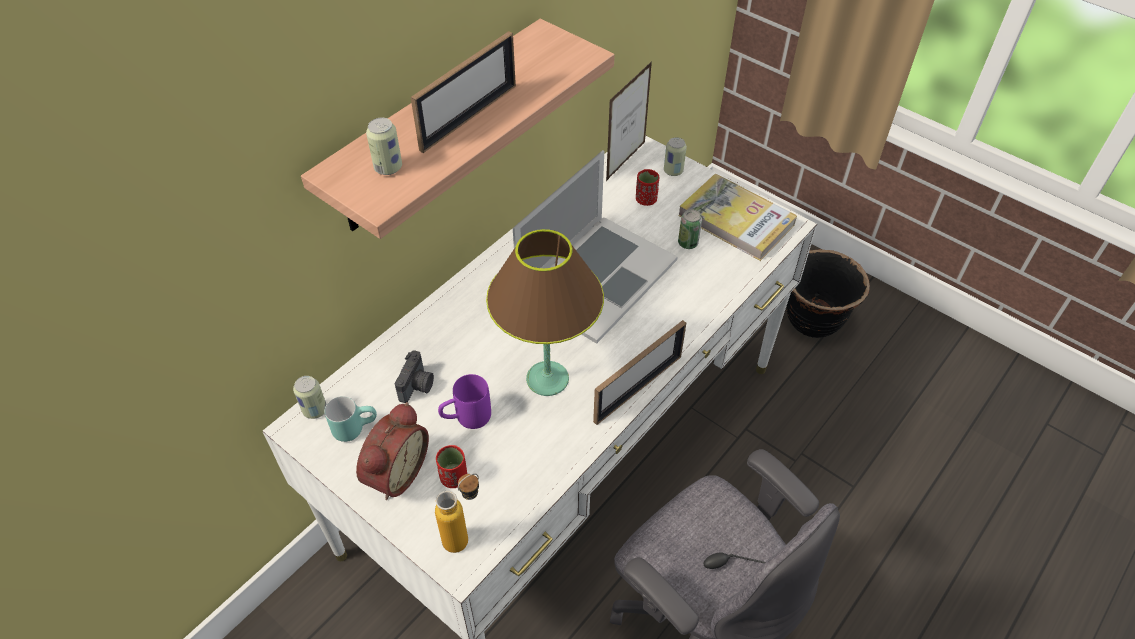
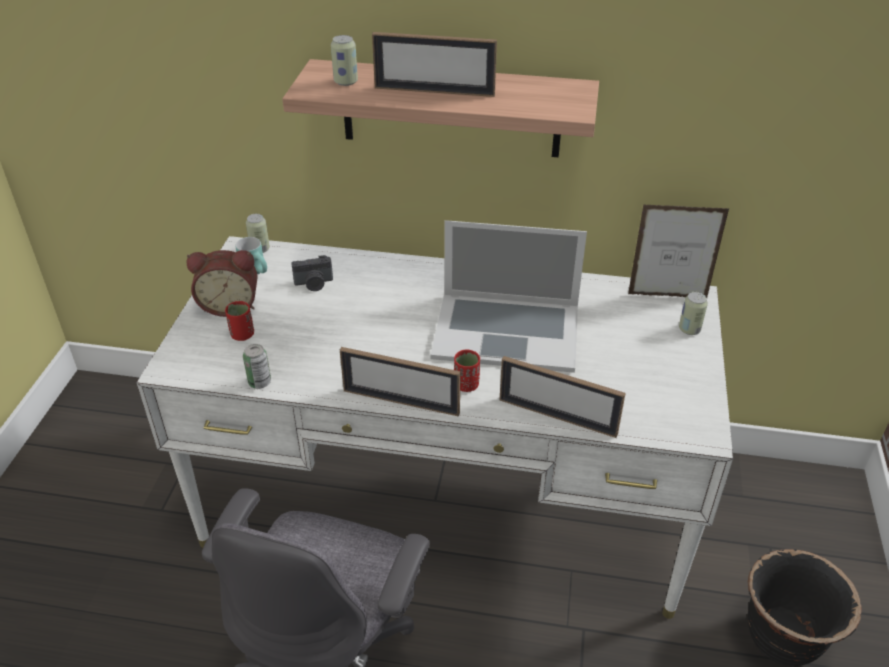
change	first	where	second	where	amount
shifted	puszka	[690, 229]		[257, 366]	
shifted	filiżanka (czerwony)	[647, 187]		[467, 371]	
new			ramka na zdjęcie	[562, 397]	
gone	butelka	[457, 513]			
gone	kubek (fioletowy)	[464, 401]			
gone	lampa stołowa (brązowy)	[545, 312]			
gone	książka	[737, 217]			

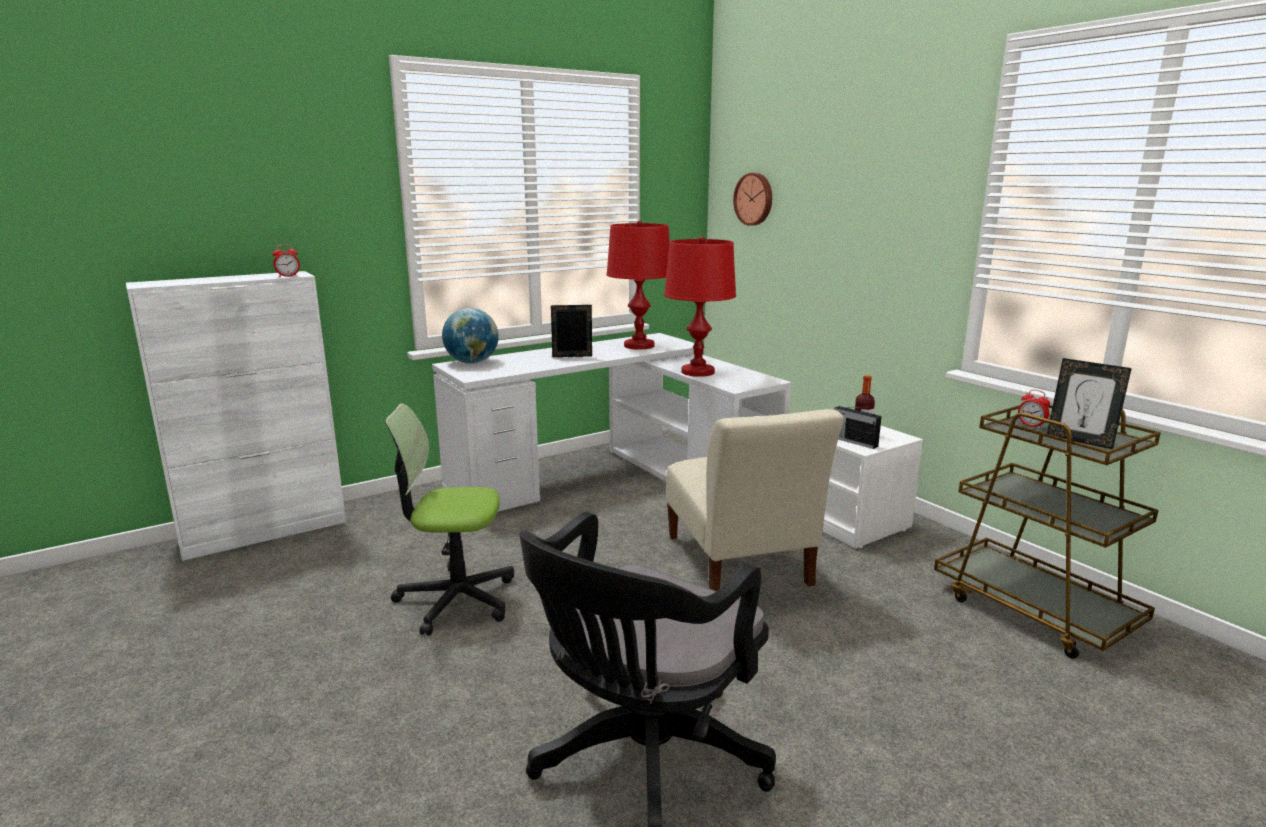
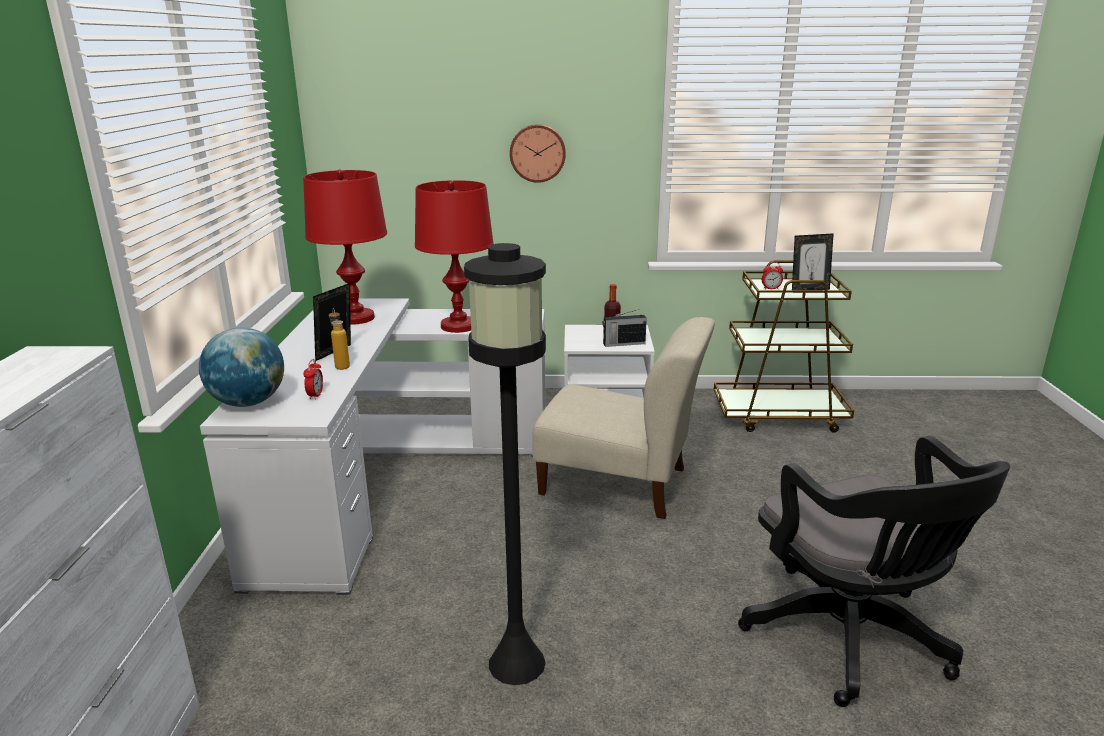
change	first	where	second	where	amount
shifted	budzik	[286, 260]		[313, 379]	
new			butelka	[339, 339]	
swapped	krzesło biurowe	[449, 519]	lampa stojąca (czarny)	[505, 464]	
shifted	zegar ścienny	[752, 199]		[538, 153]	

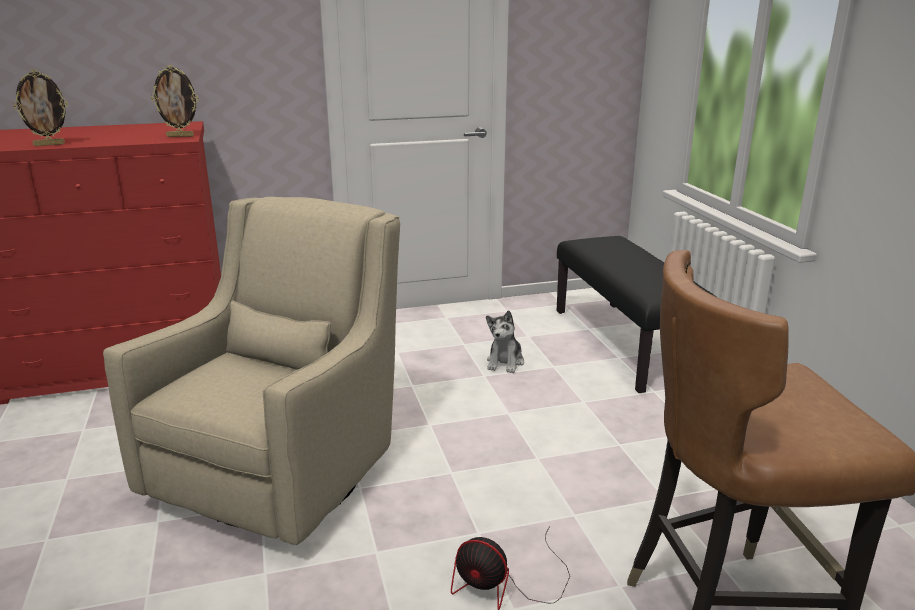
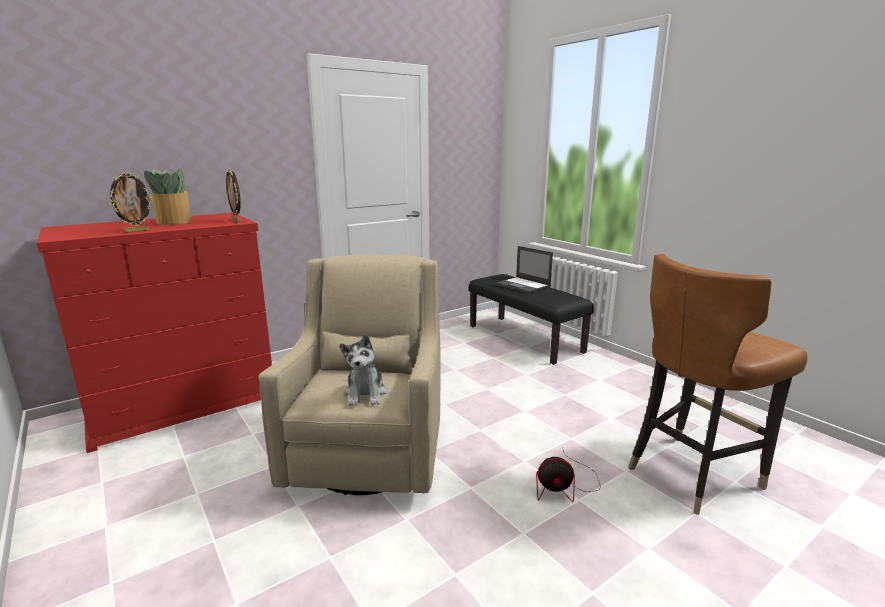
change	first	where	second	where	amount
new			roślina doniczkowa	[167, 196]	
rotated	ramka na zdjęcie	[174, 101]		[233, 195]	75 degrees clockwise
shifted	pluszak	[505, 341]		[363, 370]	
new			laptop	[524, 270]	

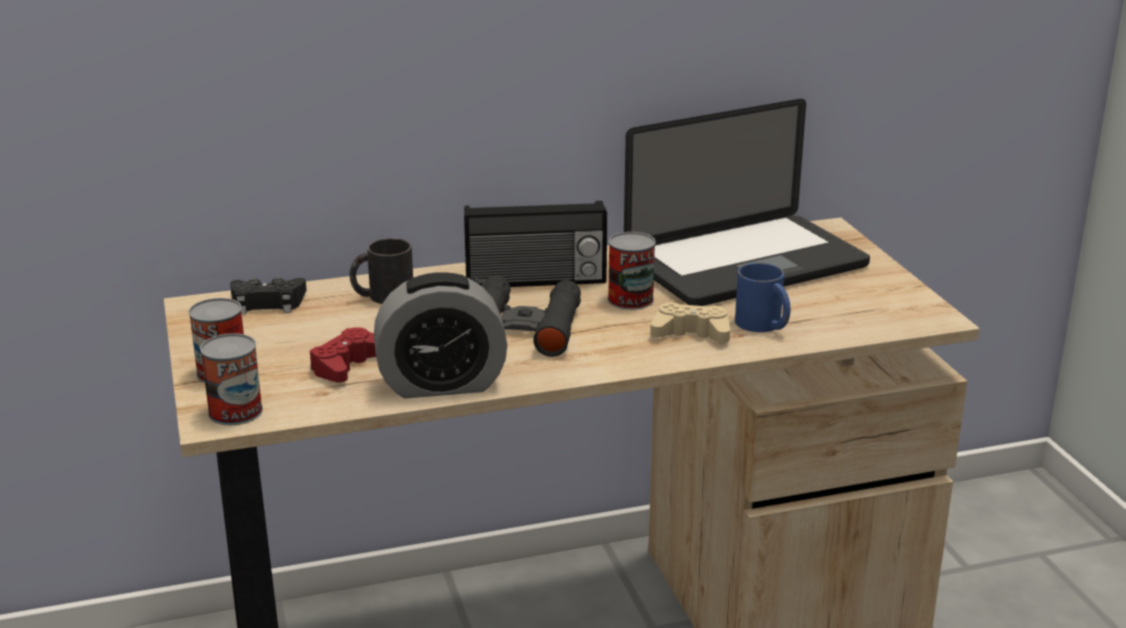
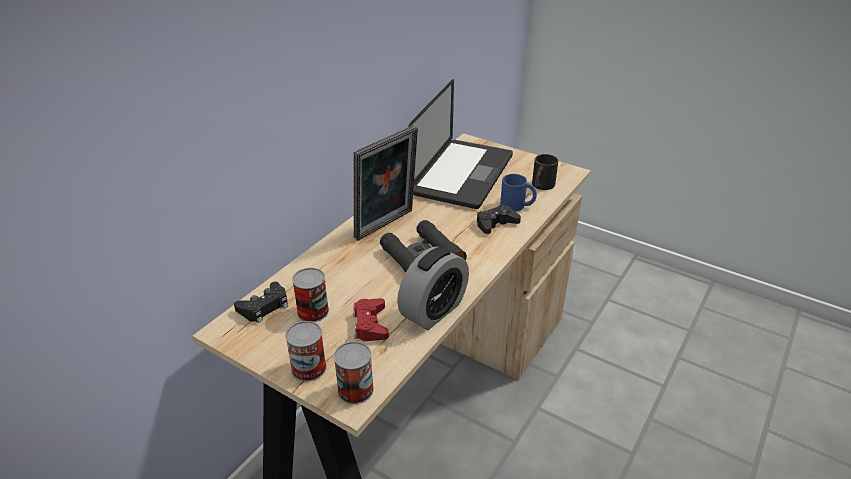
change	first	where	second	where	amount
shifted	puszka	[632, 271]		[310, 295]	
swapped	radio	[535, 244]	ramka na zdjęcie	[385, 183]	
repainted	pad do gier (beżowy)	[690, 322]	pad do gier (czarny)	[499, 219]	
shifted	kubek (czarny)	[381, 271]		[545, 172]	

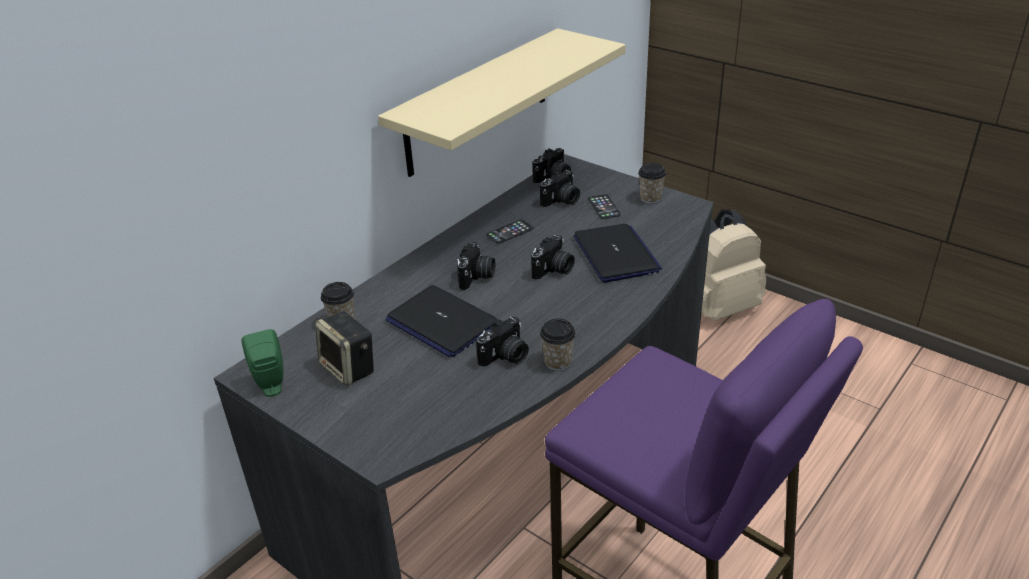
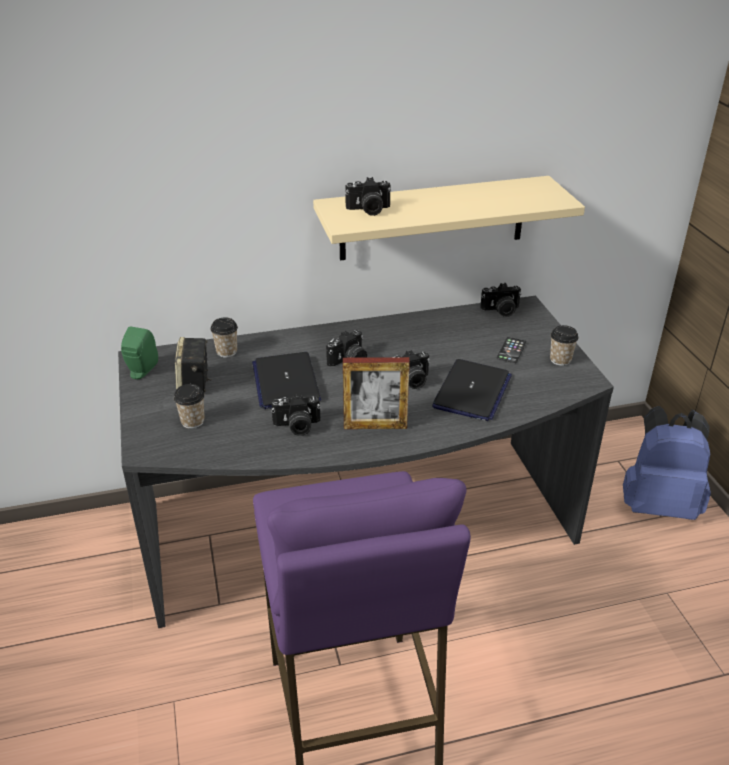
change	first	where	second	where	amount
shifted	filiżanka	[558, 344]		[189, 406]	
new			ramka na zdjęcie	[376, 393]	
shifted	aparat fotograficzny	[560, 188]		[368, 196]	
repainted	plecak (beżowy)	[733, 265]	plecak (niebieski)	[667, 463]	
gone	telefon	[510, 232]			

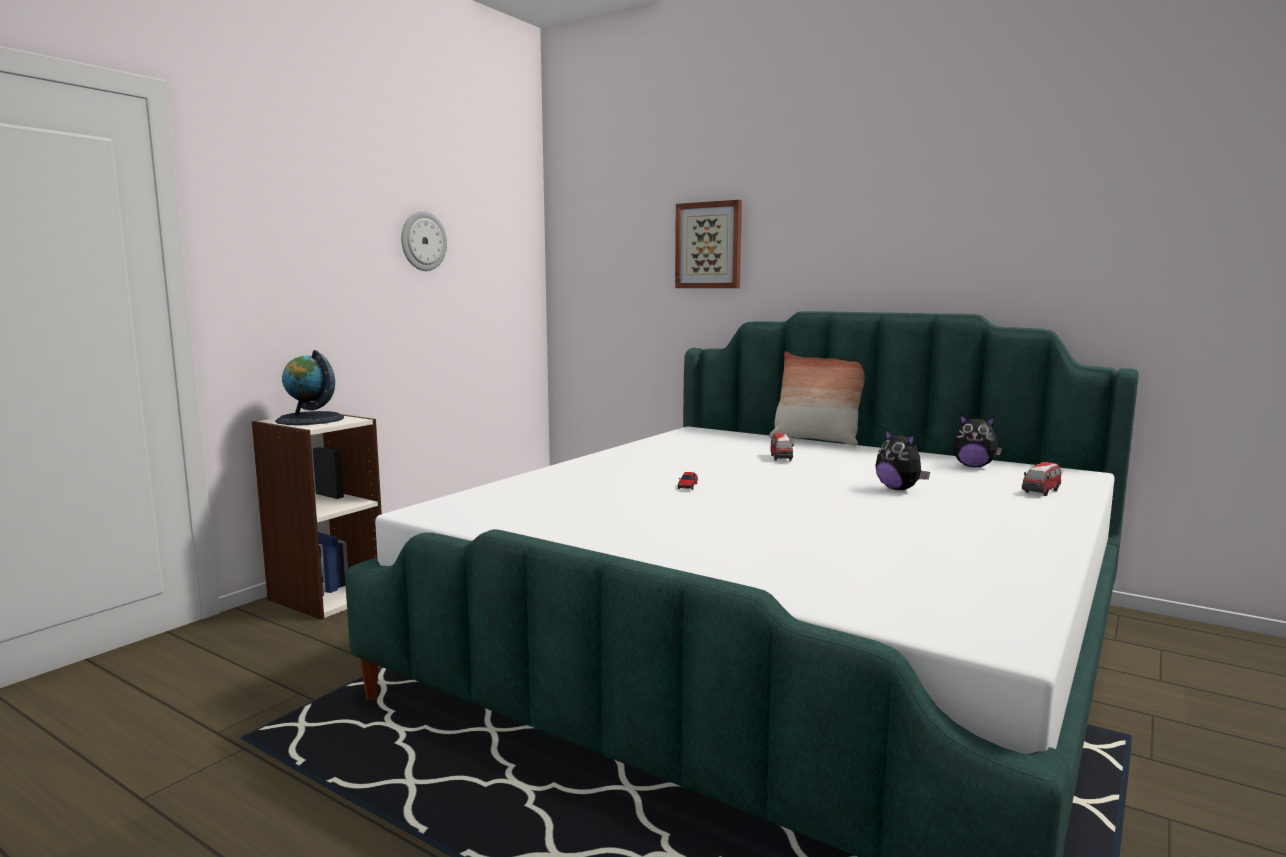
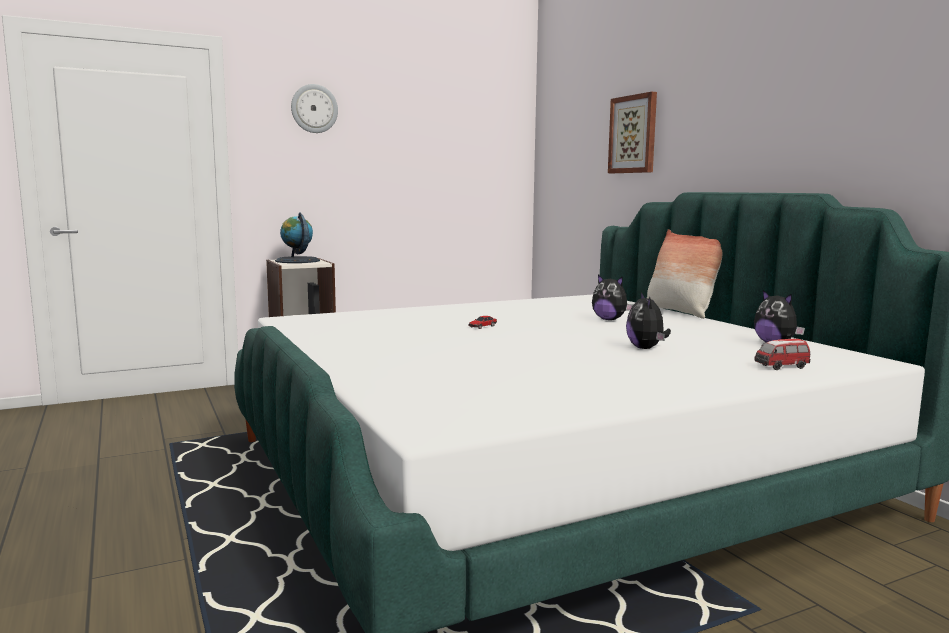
change	first	where	second	where	amount
shifted	zegar ścienny	[424, 241]		[314, 108]	
swapped	samochodzik	[782, 447]	pluszak	[612, 297]	

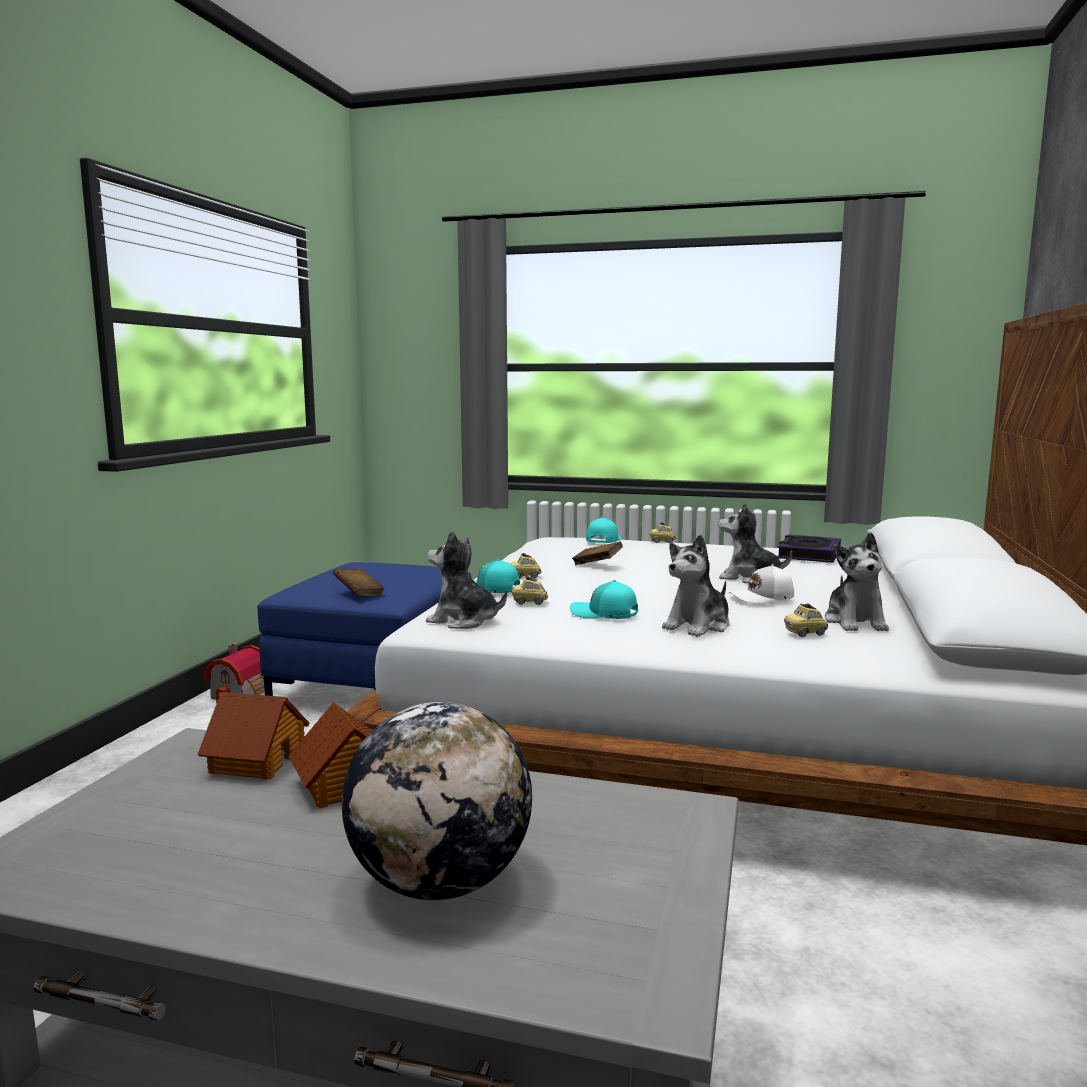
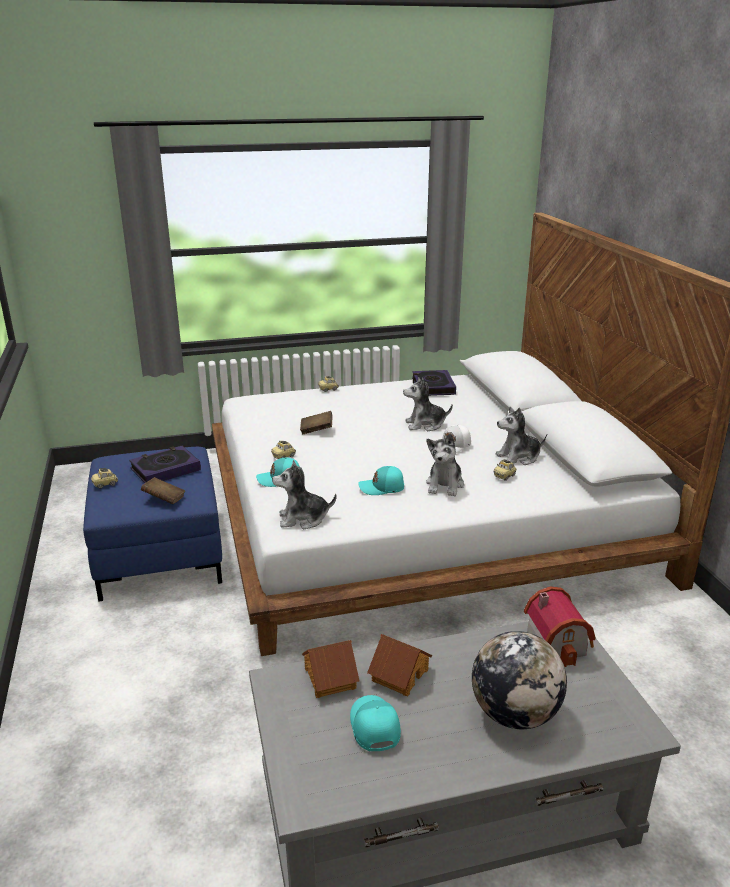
change	first	where	second	where	amount
shifted	samochodzik	[529, 590]		[104, 478]	
new			książka	[165, 464]	
shifted	czapka z daszkiem (turkusowy)	[603, 530]		[375, 723]	
rotated	pluszak	[856, 581]		[521, 435]	105 degrees clockwise
shifted	domek	[234, 673]		[560, 626]	

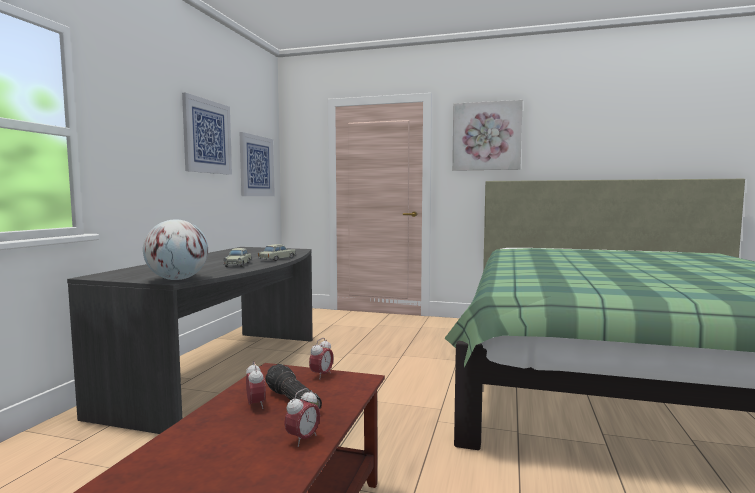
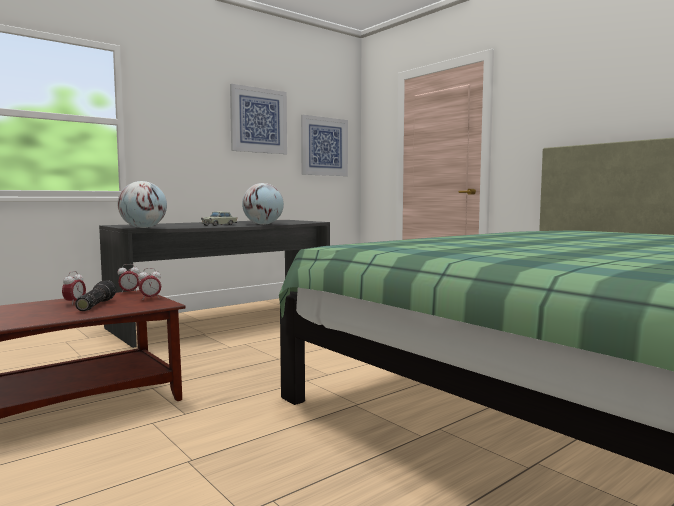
change	first	where	second	where	amount
shifted	budzik	[302, 417]		[128, 279]	
swapped	samochodzik (beżowy)	[277, 252]	globus	[263, 204]	
gone	obraz	[487, 135]			

